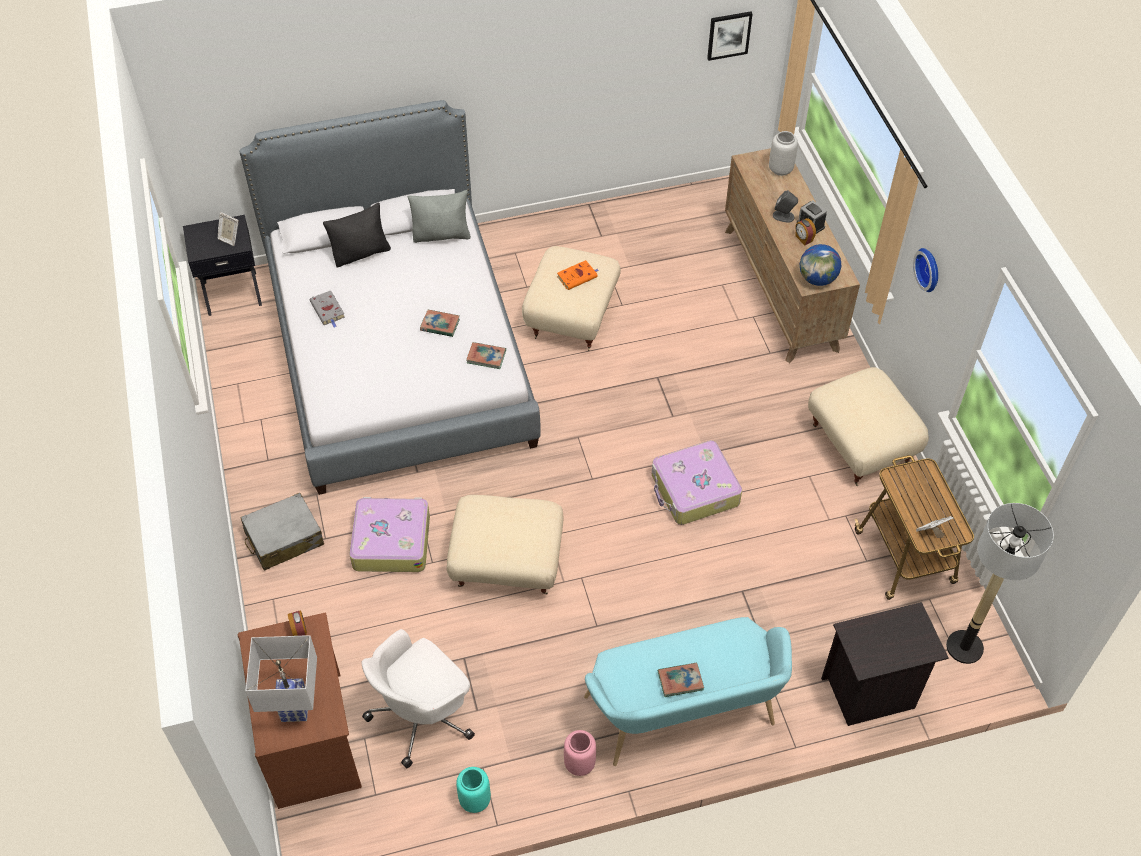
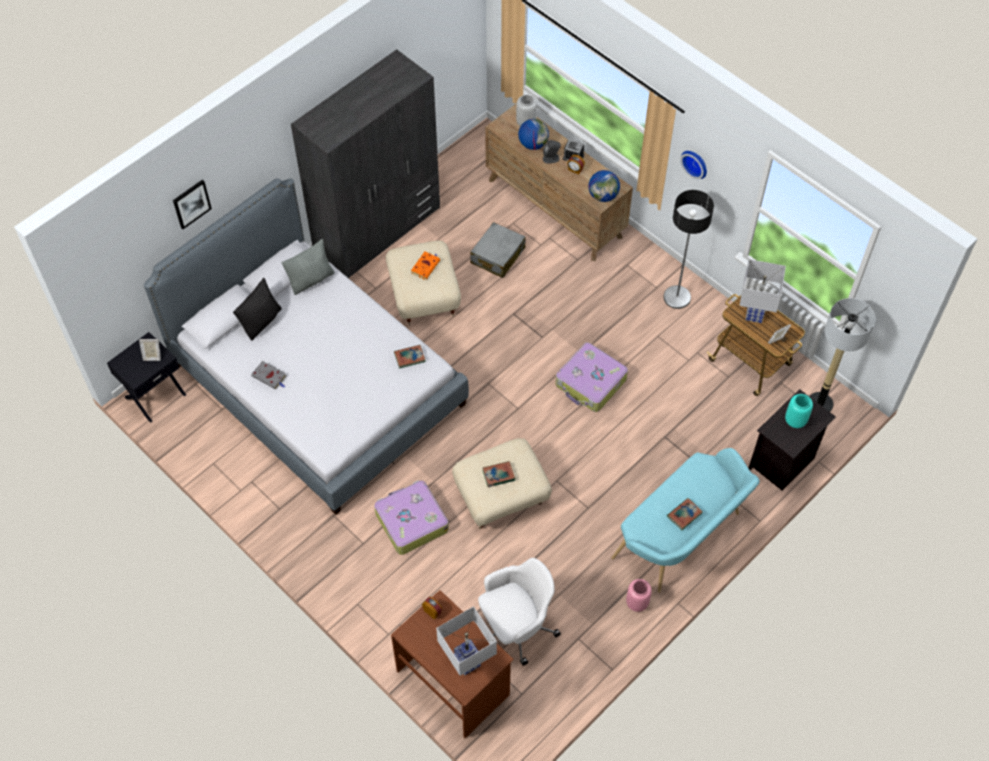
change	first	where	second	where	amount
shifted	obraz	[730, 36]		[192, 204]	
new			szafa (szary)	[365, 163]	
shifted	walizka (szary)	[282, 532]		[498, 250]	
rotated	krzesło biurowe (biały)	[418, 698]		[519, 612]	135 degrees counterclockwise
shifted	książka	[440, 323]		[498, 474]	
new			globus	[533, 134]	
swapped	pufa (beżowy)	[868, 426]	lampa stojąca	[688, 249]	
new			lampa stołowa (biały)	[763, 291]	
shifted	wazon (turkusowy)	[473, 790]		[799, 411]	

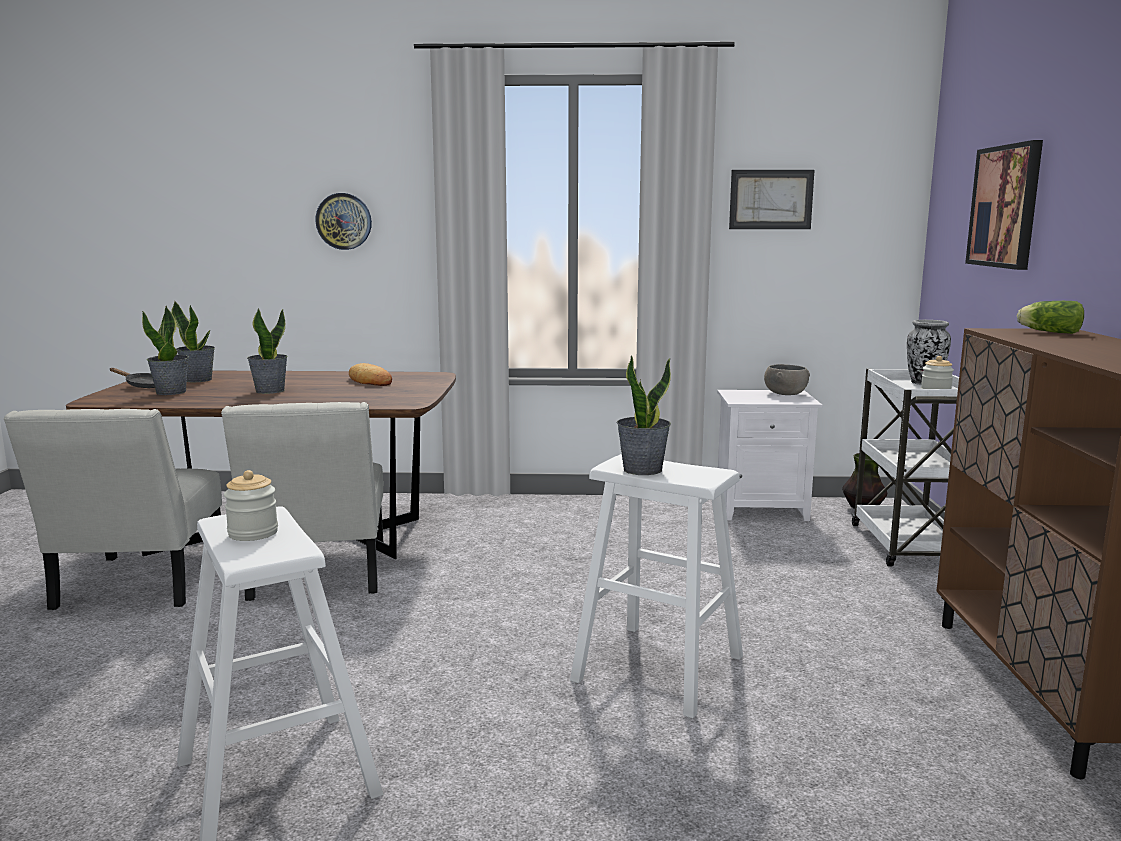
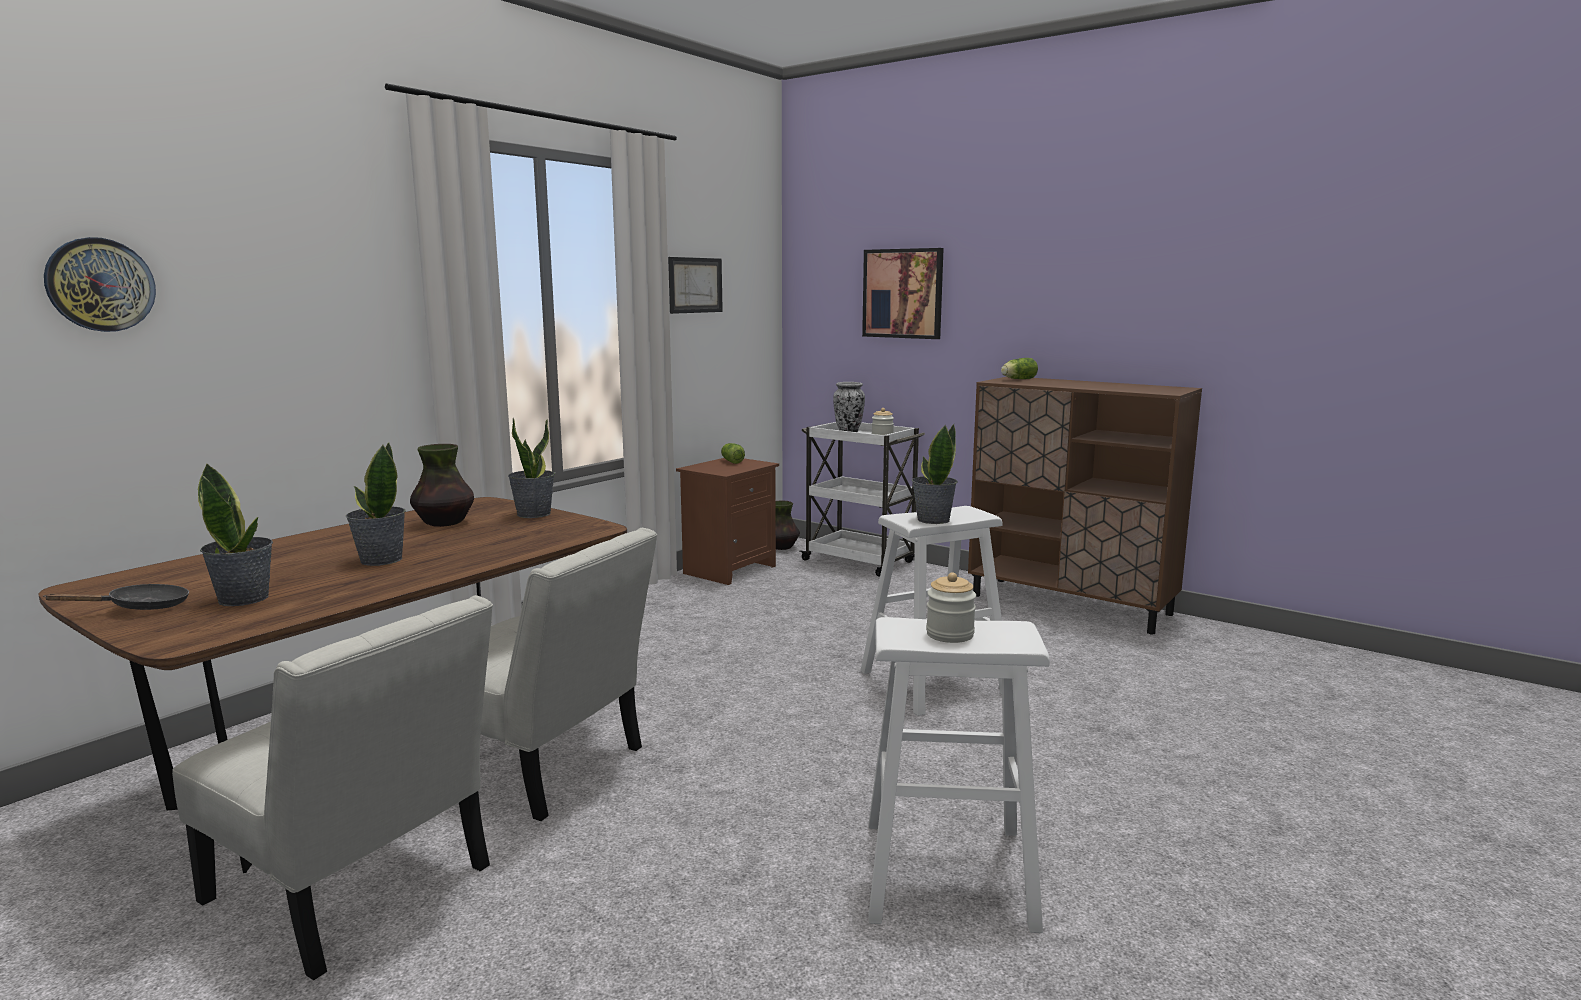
change	first	where	second	where	amount
shifted	zegar ścienny	[343, 221]		[100, 284]	
swapped	chleb	[370, 374]	wazon	[442, 485]	
shifted	roślina doniczkowa	[193, 341]		[531, 468]	
repainted	szafka nocna (biały)	[769, 455]	szafka nocna (brązowy)	[727, 521]	
swapped	miska (szary)	[787, 379]	sałata	[733, 453]	

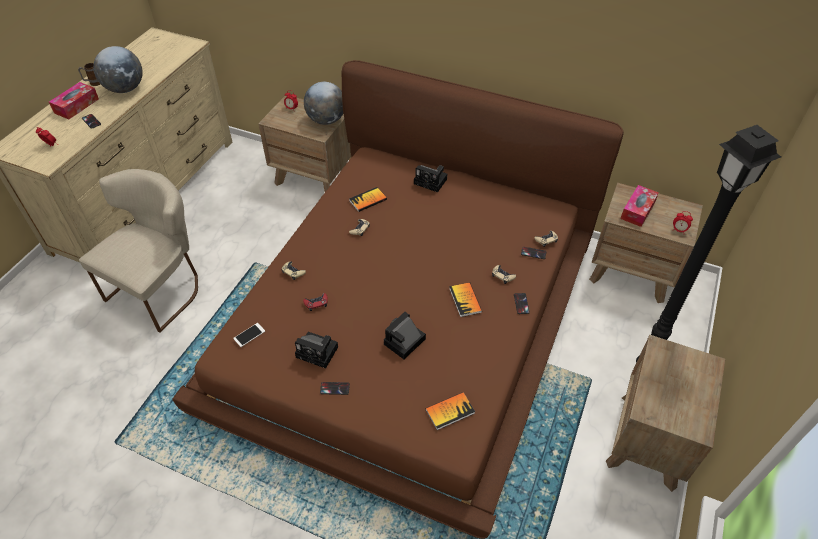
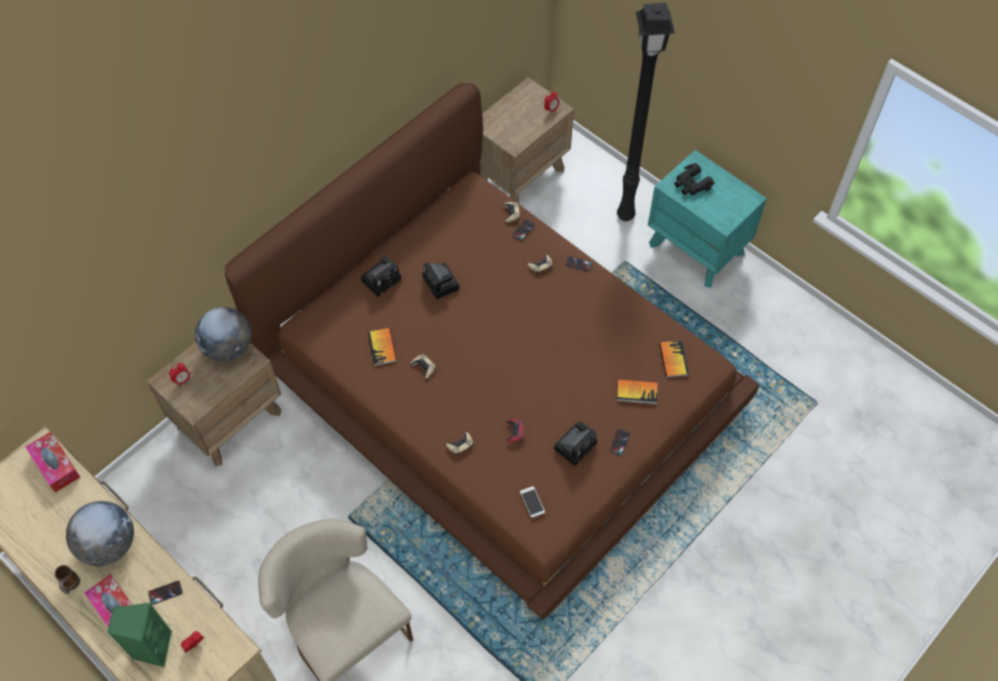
change	first	where	second	where	amount
shifted	pudełko chusteczek	[639, 206]		[53, 462]	
new			głośnik (zielony)	[139, 635]	
shifted	aparat fotograficzny	[405, 335]		[440, 280]	
shifted	książka	[465, 299]		[637, 391]	
repainted	szafka nocna (brązowy)	[665, 413]	szafka nocna (turkusowy)	[707, 219]	
new			lornetka (czarny)	[694, 179]	

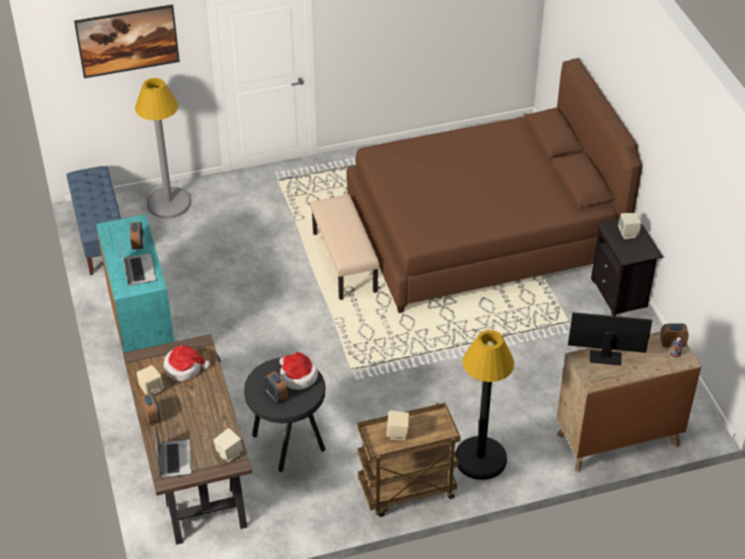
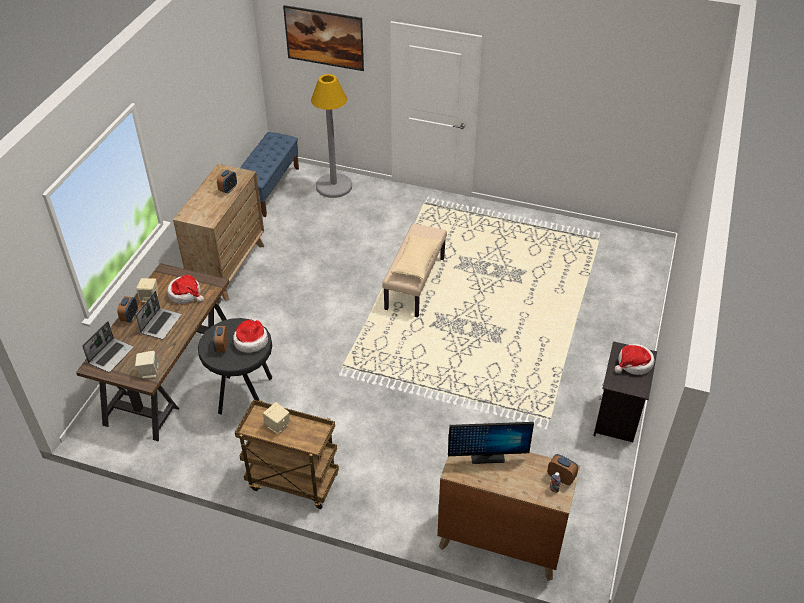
change	first	where	second	where	amount
shifted	laptop	[138, 263]		[159, 315]	
repainted	komoda (turkusowy)	[135, 283]	komoda (brązowy)	[218, 232]	
new			poduszka (beżowy)	[416, 256]	
rotated	monitor	[610, 338]		[491, 443]	135 degrees clockwise
swapped	głośnik (beżowy)	[630, 226]	kapelusz	[634, 359]	
gone	łóżko (brązowy)	[494, 185]			
gone	lampa stojąca (czarny)	[484, 405]			

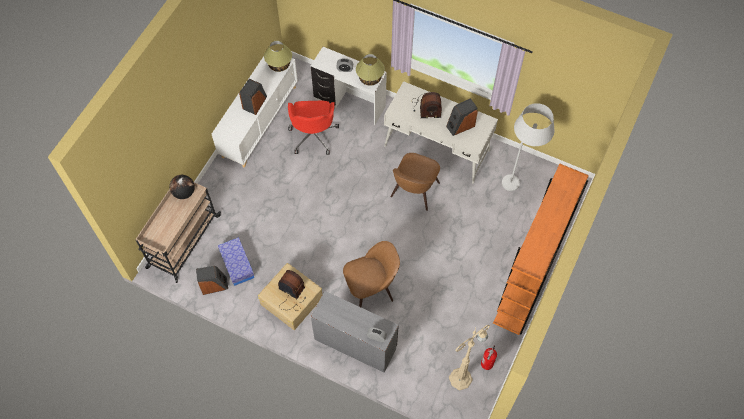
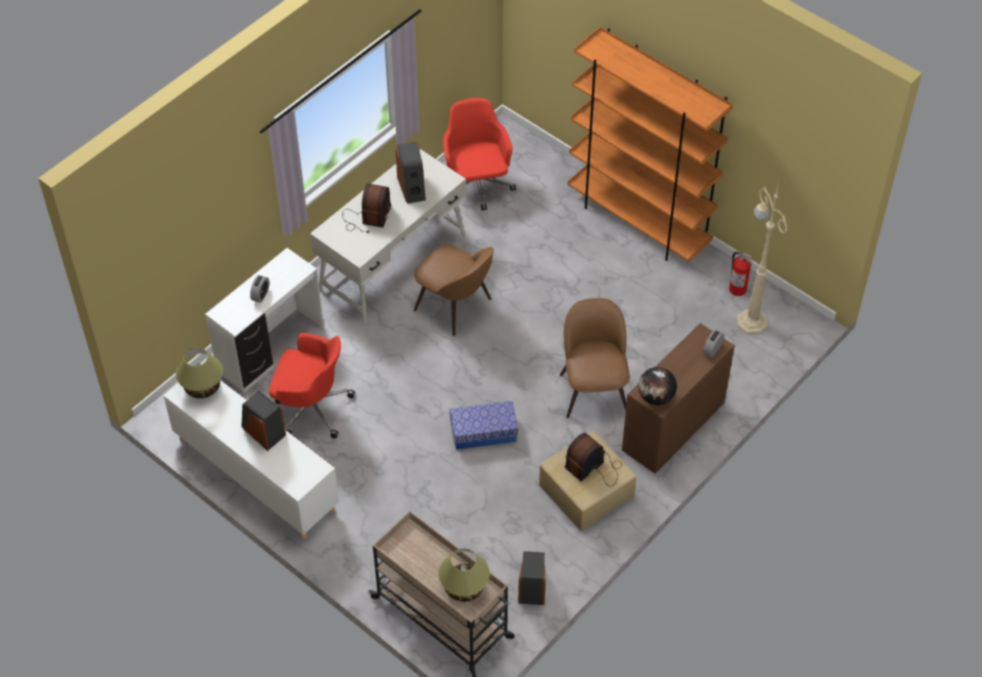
change	first	where	second	where	amount
shifted	lampa stołowa	[370, 70]		[464, 575]	
swapped	lampa stojąca (biały)	[528, 147]	krzesło biurowe (czerwony)	[479, 154]	
shifted	pojemnik do przechowywania	[236, 261]		[484, 425]	
repainted	biurko (szary)	[355, 332]	biurko (brązowy)	[678, 398]	
shifted	globus	[182, 187]		[658, 386]	

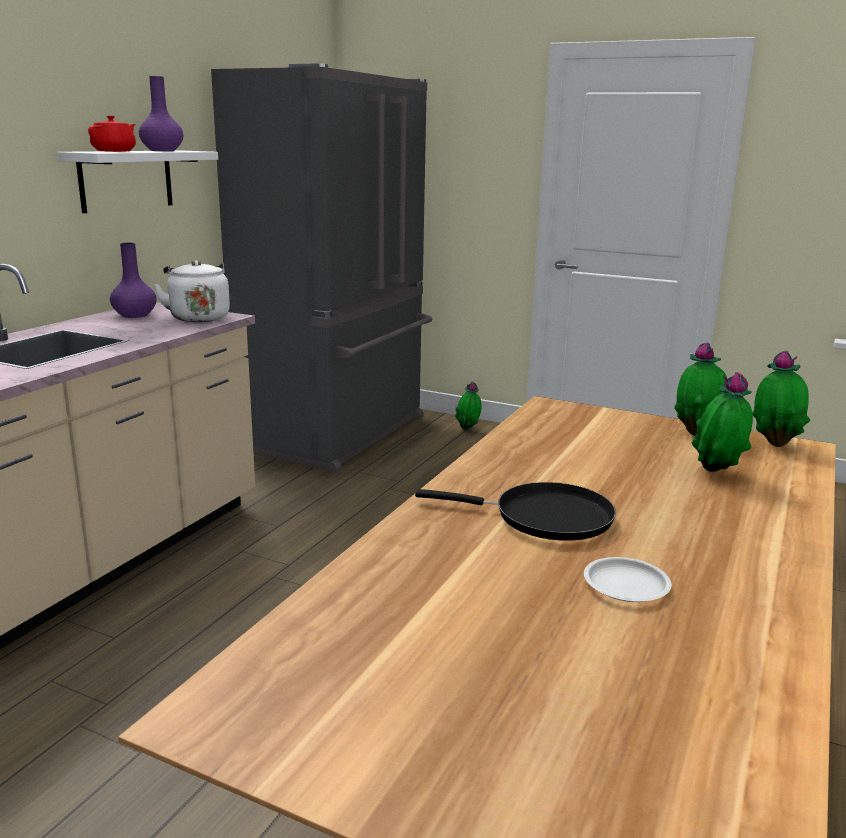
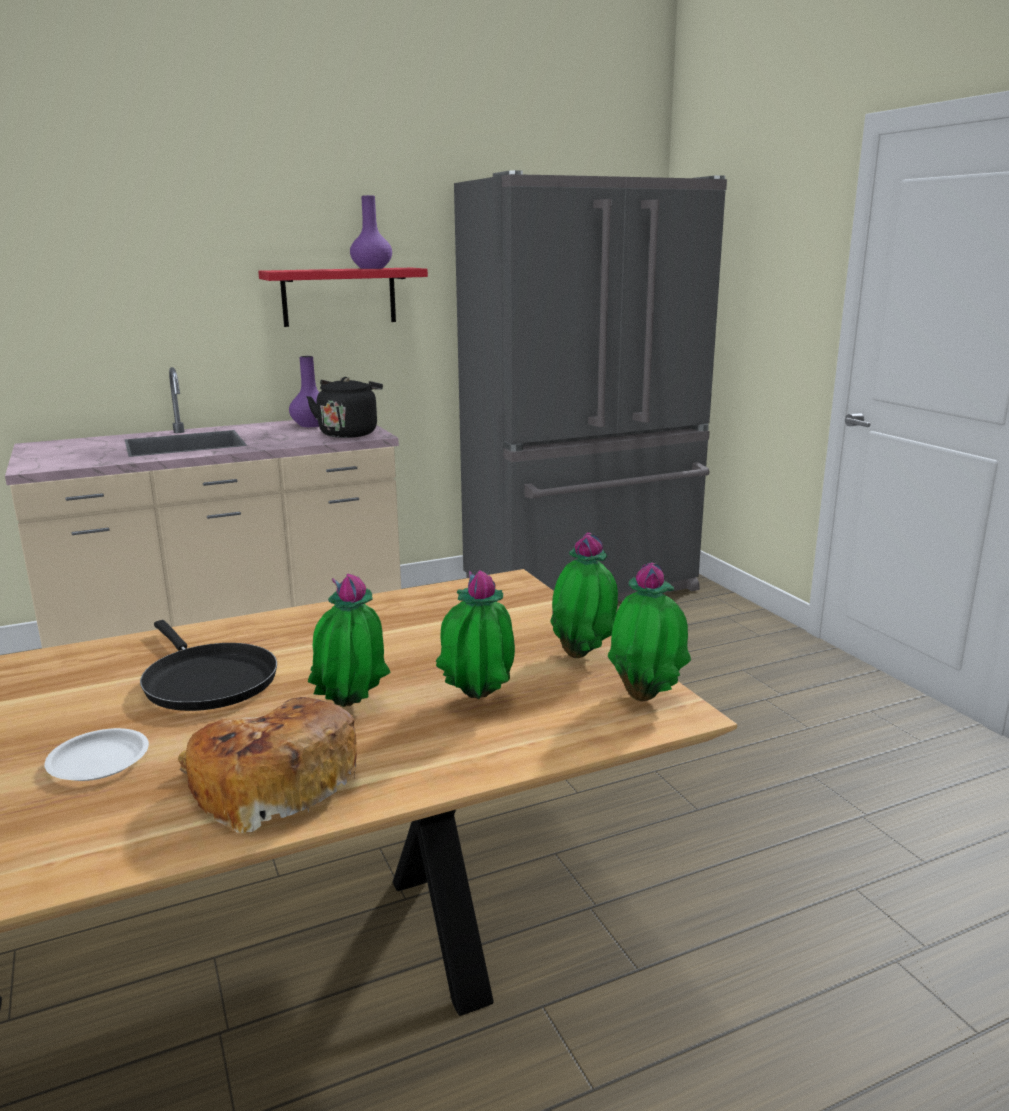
change	first	where	second	where	amount
new			chleb	[267, 765]	
repainted	półka (biały)	[137, 181]	półka (czerwony)	[343, 297]	
repainted	czajnik (biały)	[191, 291]	czajnik (czarny)	[345, 407]	
shifted	roślina doniczkowa	[468, 406]		[349, 640]	
gone	imbryk (czerwony)	[112, 133]			

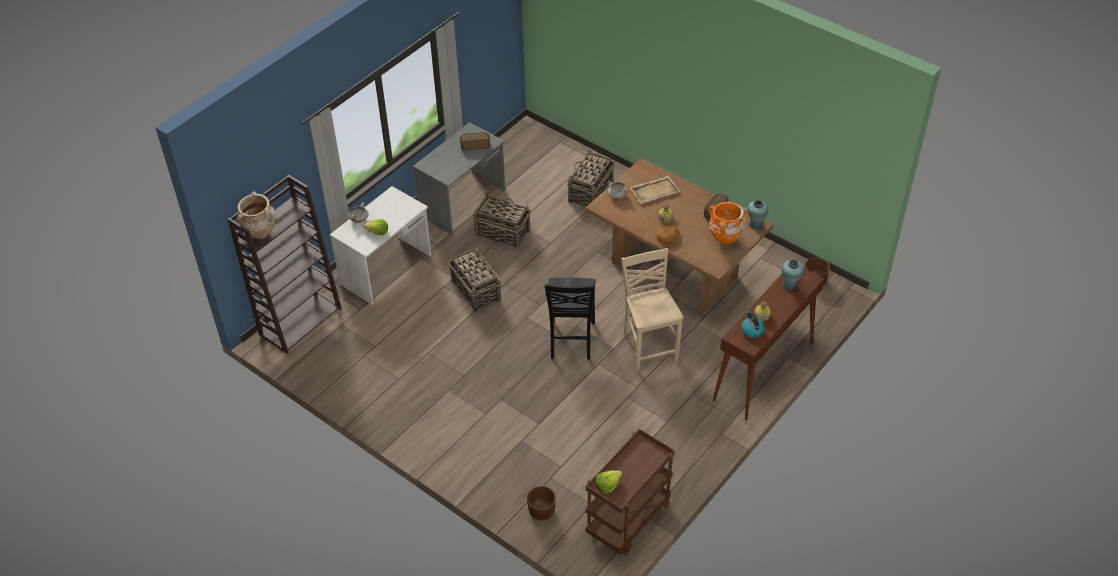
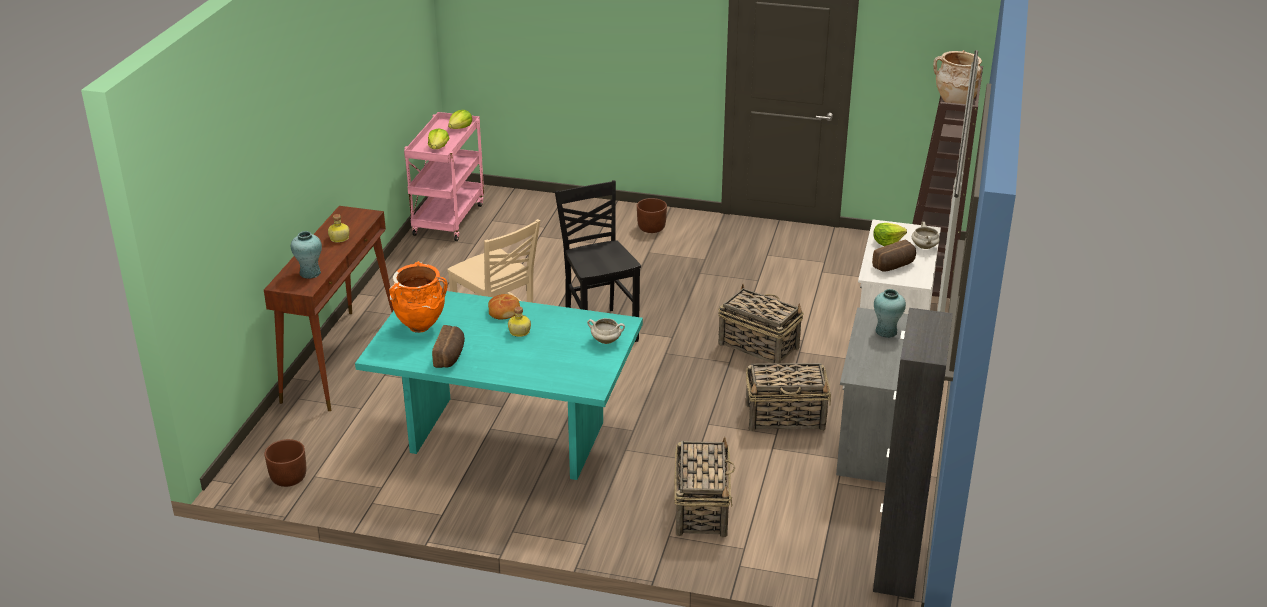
change	first	where	second	where	amount
repainted	stół jadalny (brązowy)	[679, 235]	stół jadalny (turkusowy)	[499, 385]	
repainted	wózek (brązowy)	[630, 492]	wózek (różowy)	[444, 176]	
new			sałata	[438, 138]	
shifted	donica (brązowy)	[541, 503]		[652, 215]	
shifted	chleb	[475, 141]		[894, 255]	
new			szafka (czarny)	[913, 453]	
shifted	wazon (turkusowy)	[757, 215]		[890, 313]	
gone	taca (beżowy)	[654, 190]			
gone	czajnik	[753, 324]			

